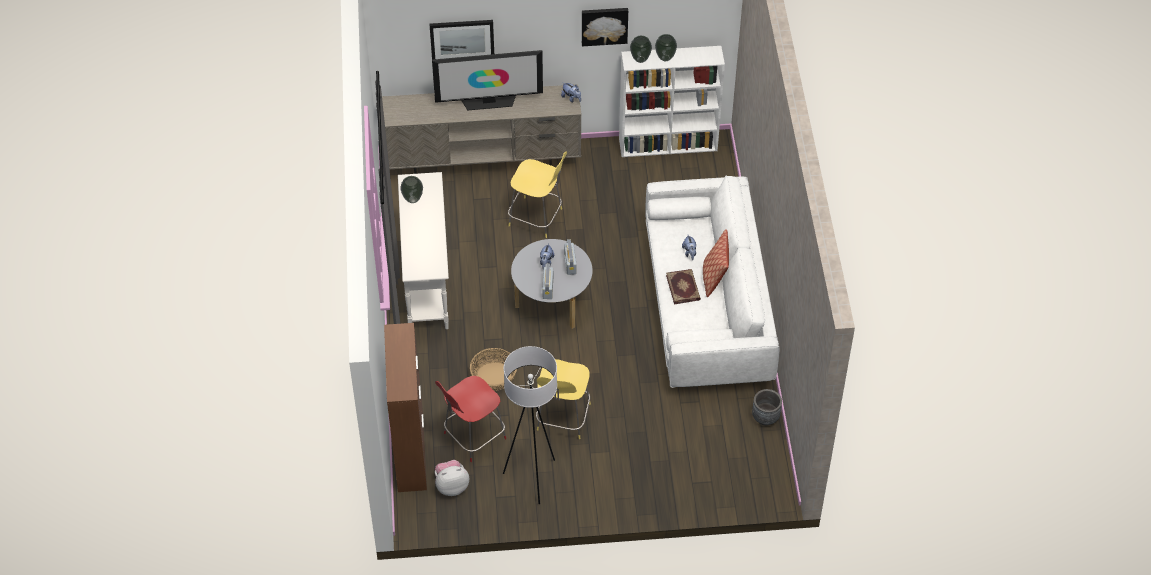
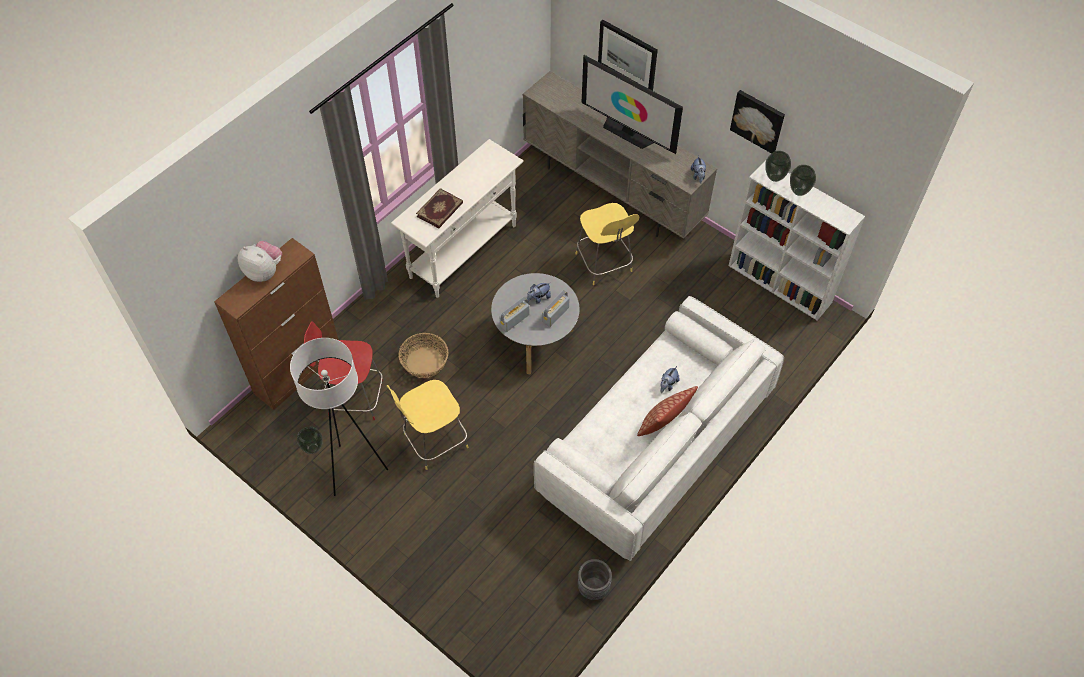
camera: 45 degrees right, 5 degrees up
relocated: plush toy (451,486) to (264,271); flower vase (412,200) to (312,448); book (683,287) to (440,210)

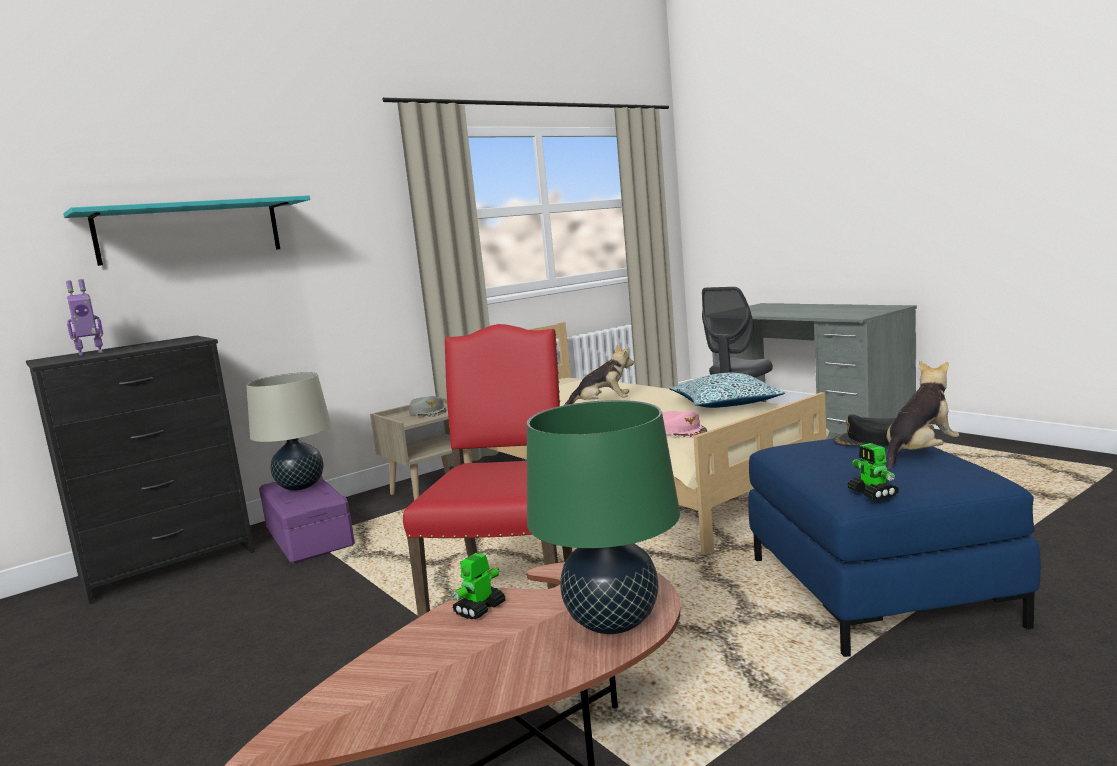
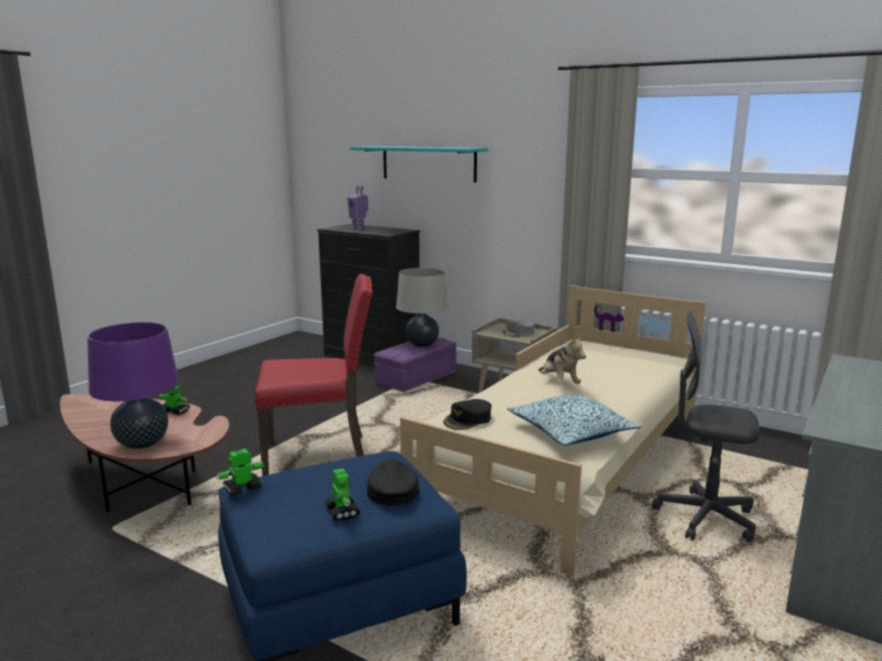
camera: 70 degrees right, 5 degrees up
exchanged: plush toy (919,454) to model robot (342,512)
colour: greenish tabletop lamp (612,622) to purple-coloured tabletop lamp (142,443); pink-coloured cap (681,430) to blackish cap (468,420)

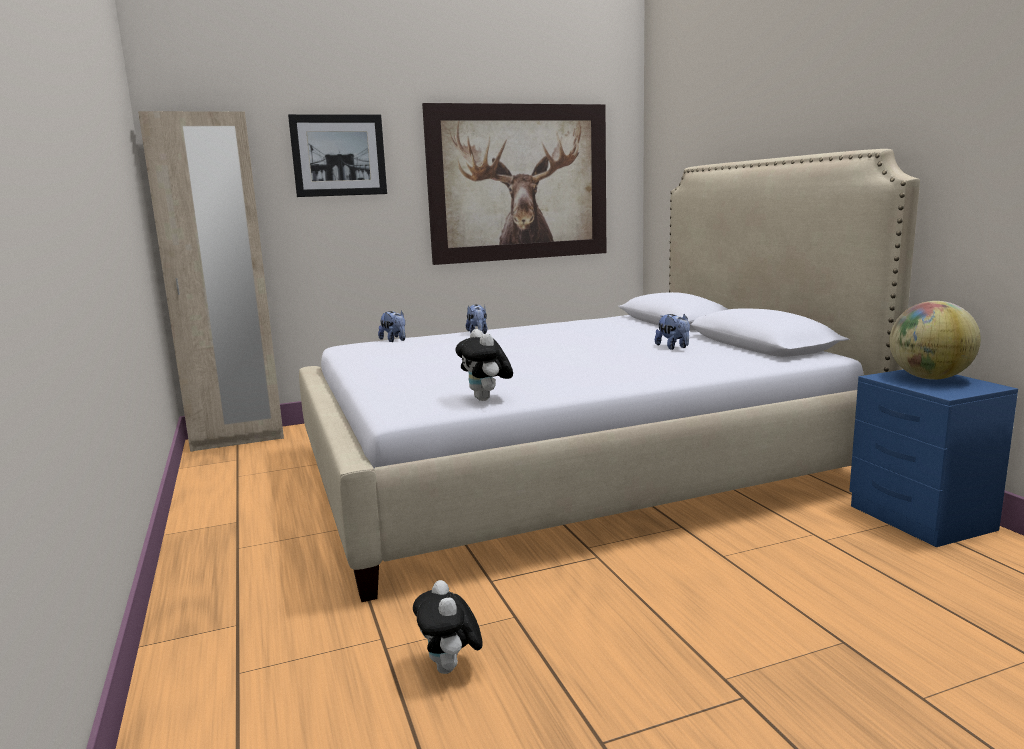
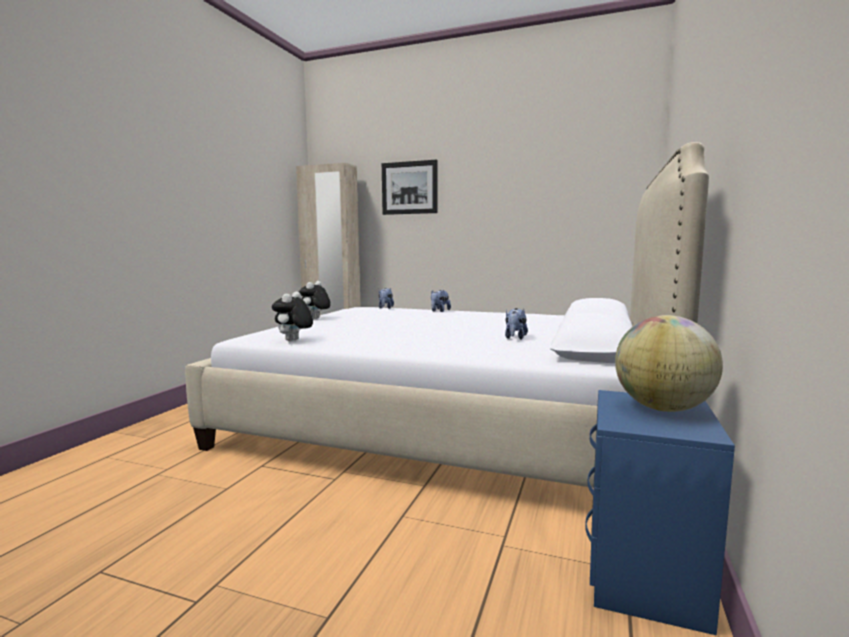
camera: 40 degrees right, 5 degrees down
missing: wall picture (519,183)
relocated: plush toy (450,669) to (315,319)

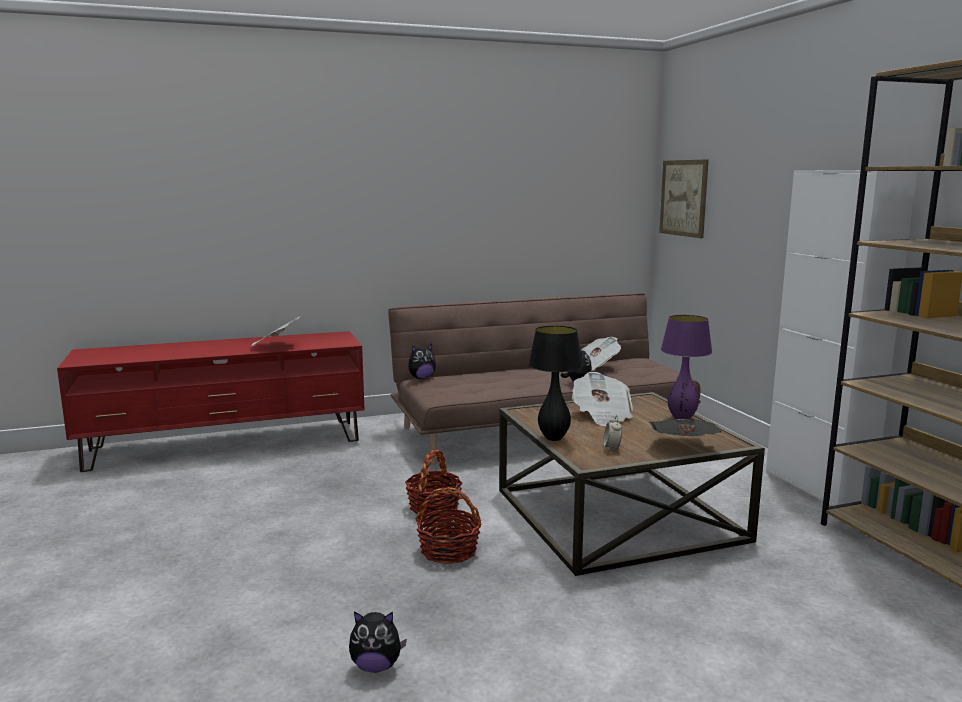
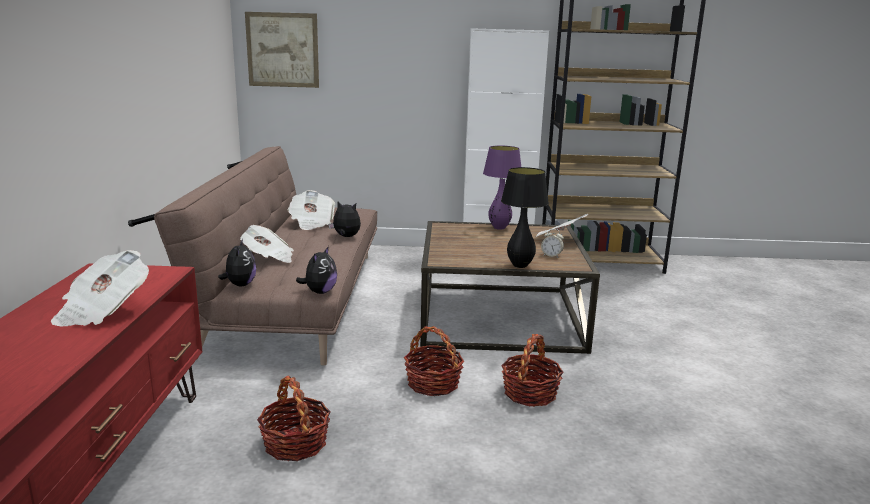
camera: 70 degrees left, 5 degrees up
appeared: storage basket (295,444)
relocated: daily paper (601,415) to (266,258); plush toy (376,666) to (319,292)

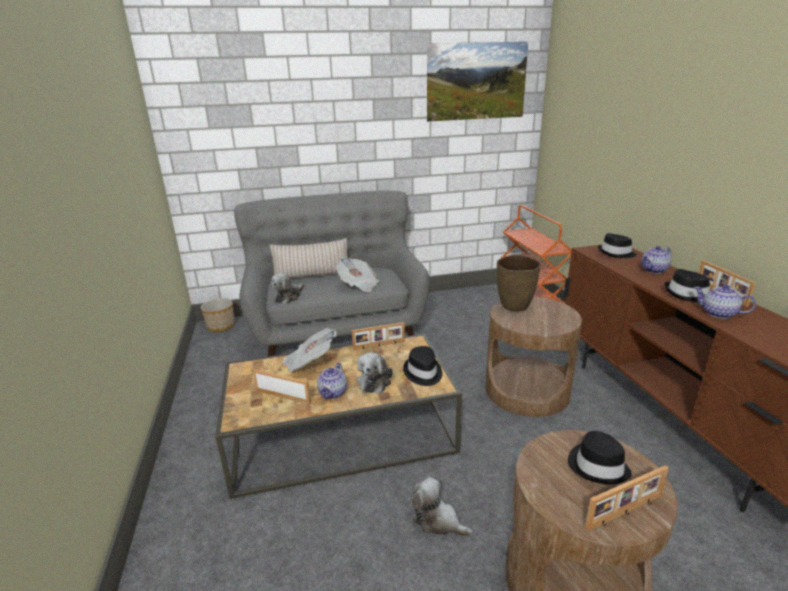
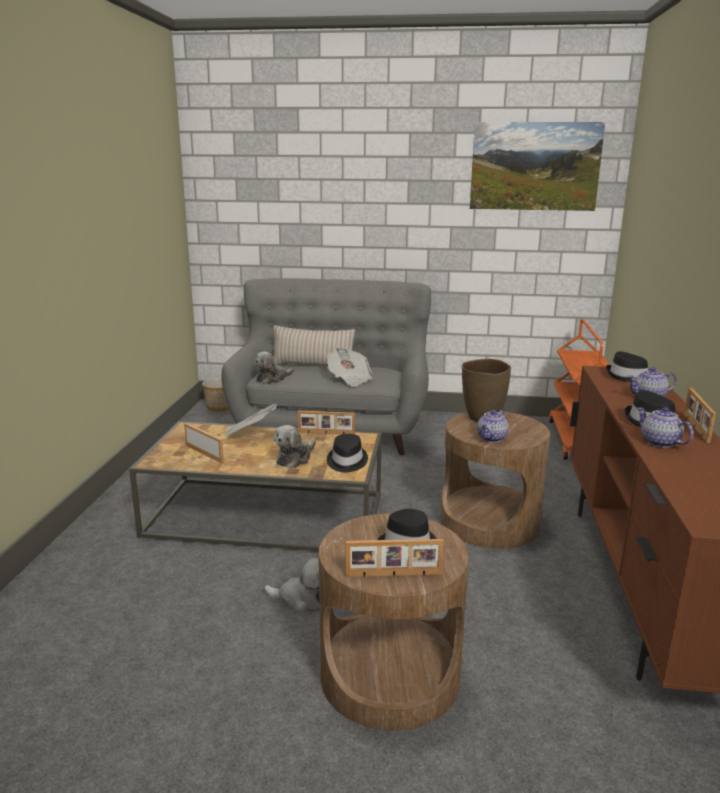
camera: 20 degrees right, 5 degrees down
relocated: pot for tea (333,393) to (492,438)
spun: plush toy (438,521) = (301,599) 135 degrees clockwise

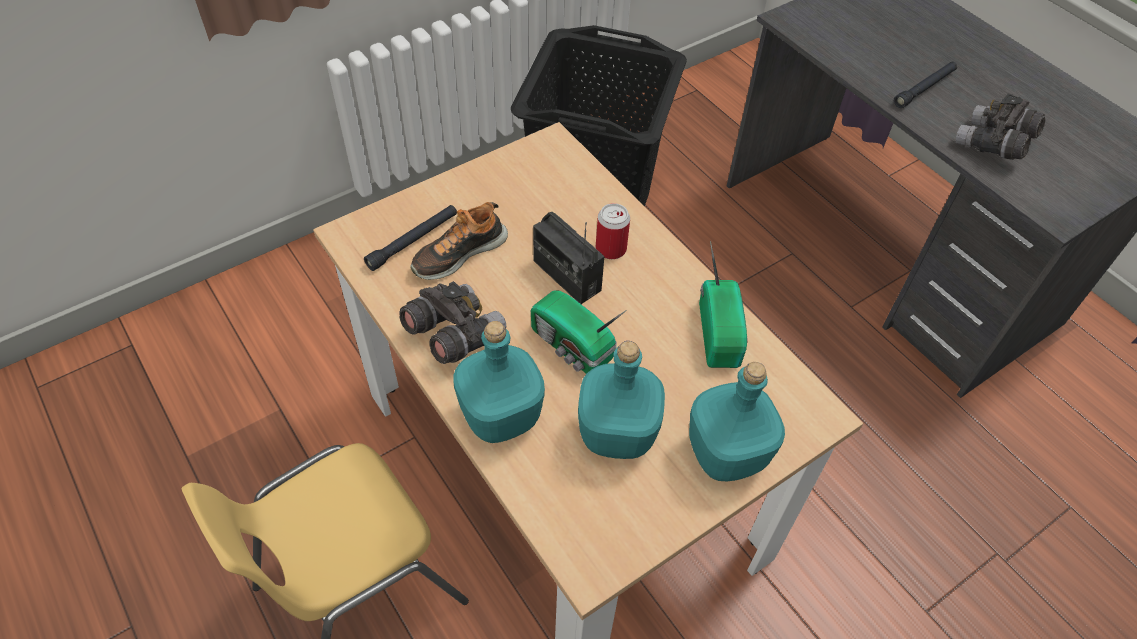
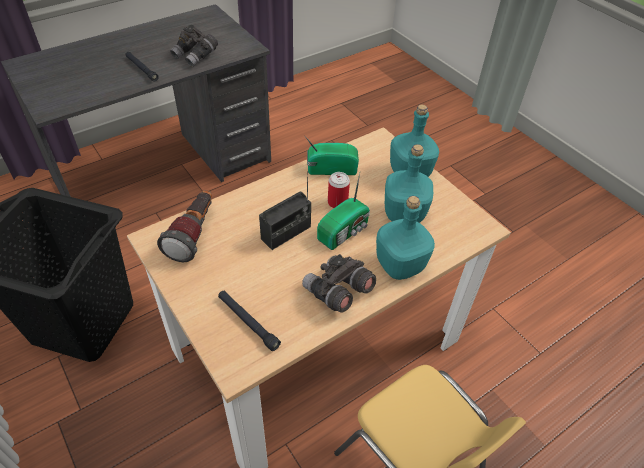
camera: 90 degrees left, 5 degrees down
missing: item of footwear (459,253)
appeared: hand torch (194,234)
relocated: metal can (611,249) to (337,202)

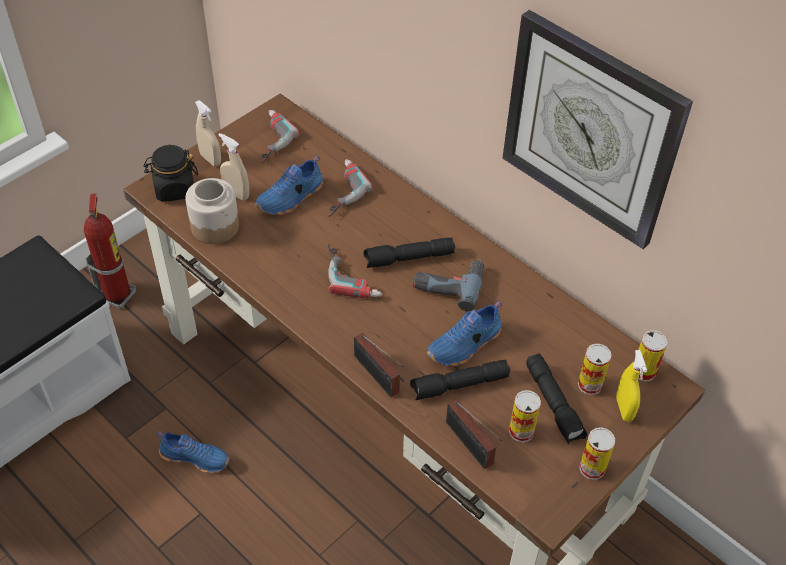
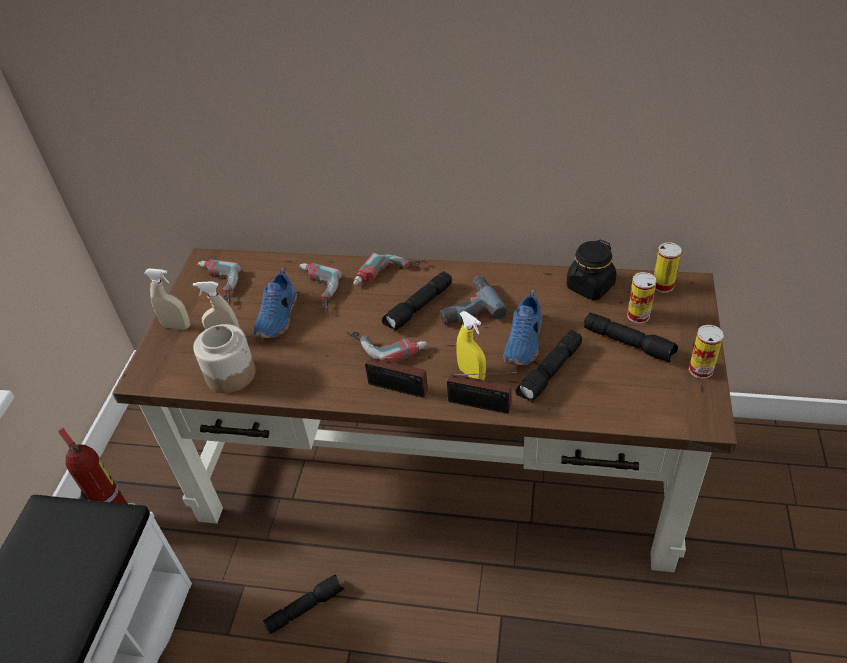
camera: 30 degrees left, 5 degrees down
missing: hanging clock (591,130); metal can (521,431)
appeared: drill (389,276)
relocated: radio set (470,446) to (401,389); yellow spray bottle (624,409) to (471,374); blackish preserve jar (174,189) to (590,286)
exchanged: blue item of footwear (195,457) to blackish hand torch (305,607)

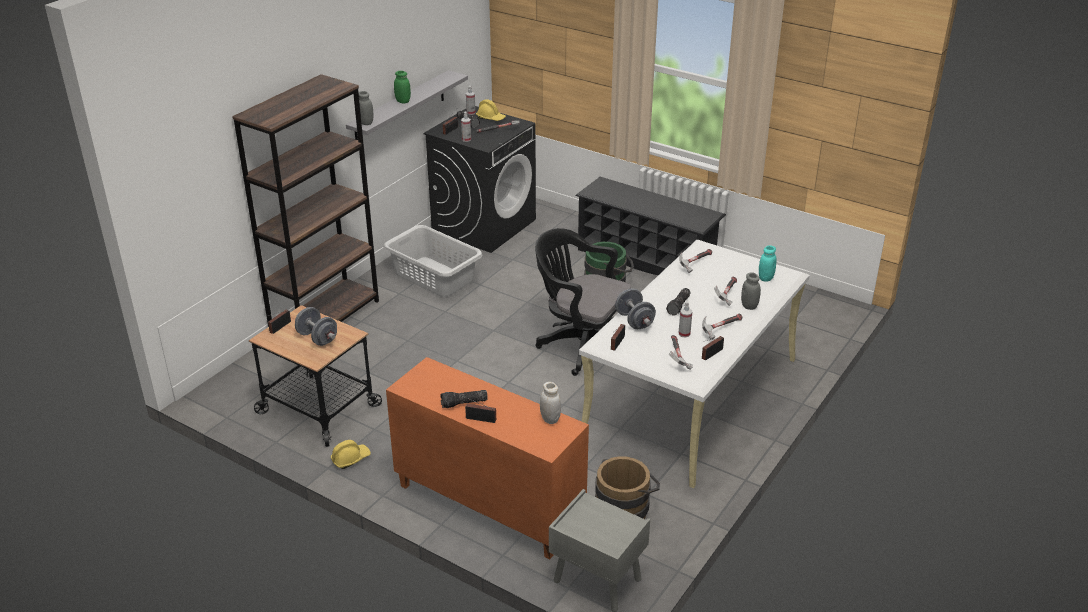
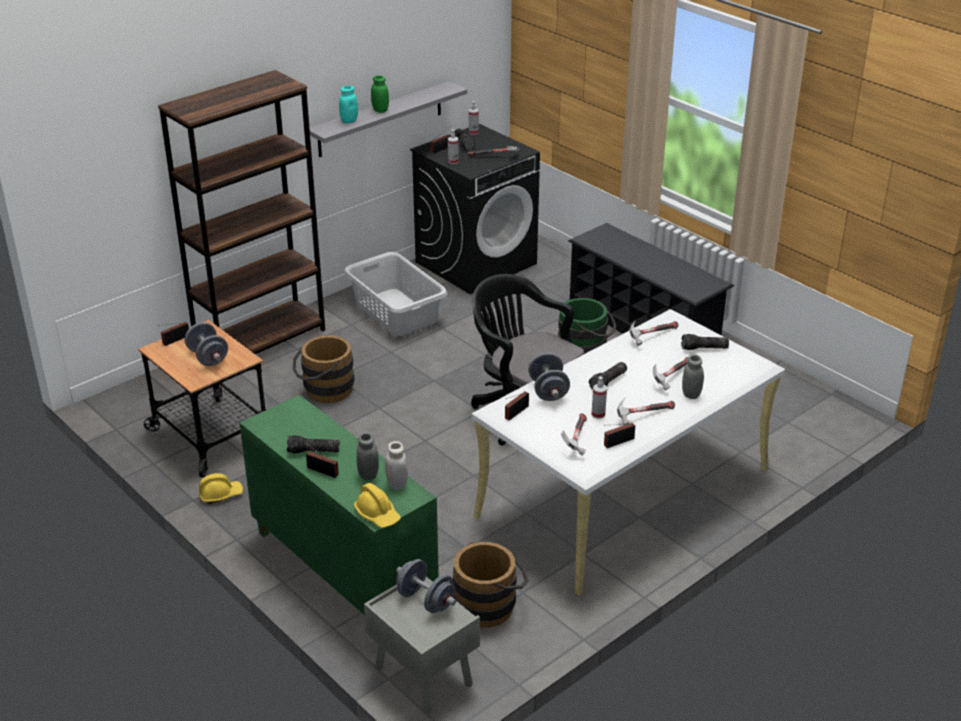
camera: 15 degrees right, 0 degrees up
appeared: brownish pail (324,390); gray dumbbell (426,600); hand torch (704,348)
relocated: turquoise preserve jar (765,278) to (349,121); yellow work helmet (491,118) to (378,514); gray preserve jar (366,123) to (368,475)
colour: orange cabinet (487,505) to greenish cabinet (341,571)

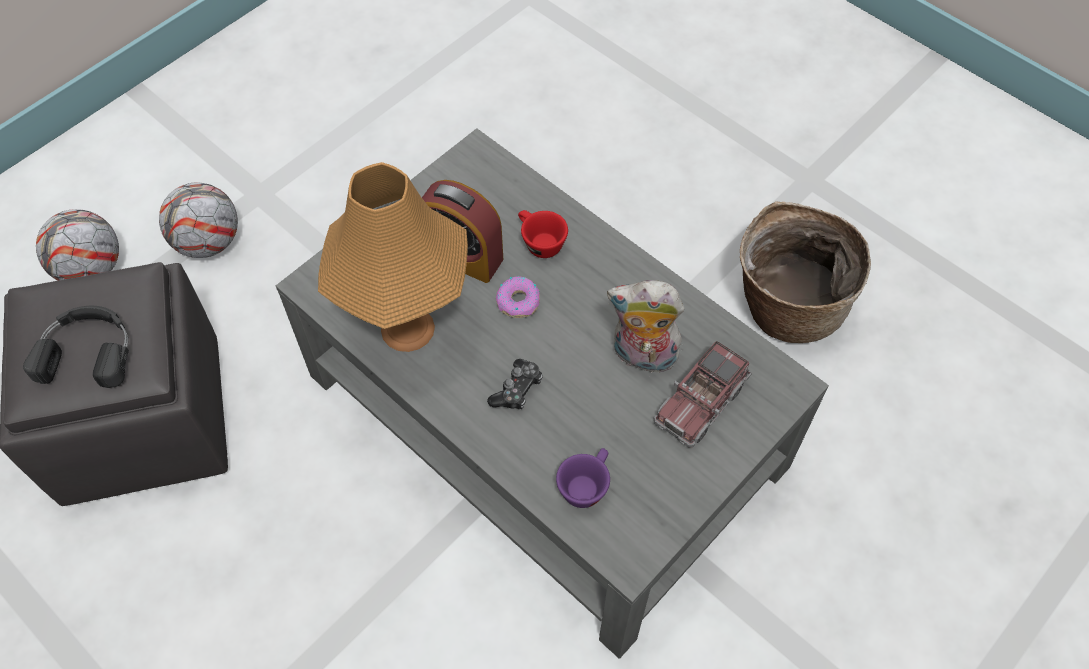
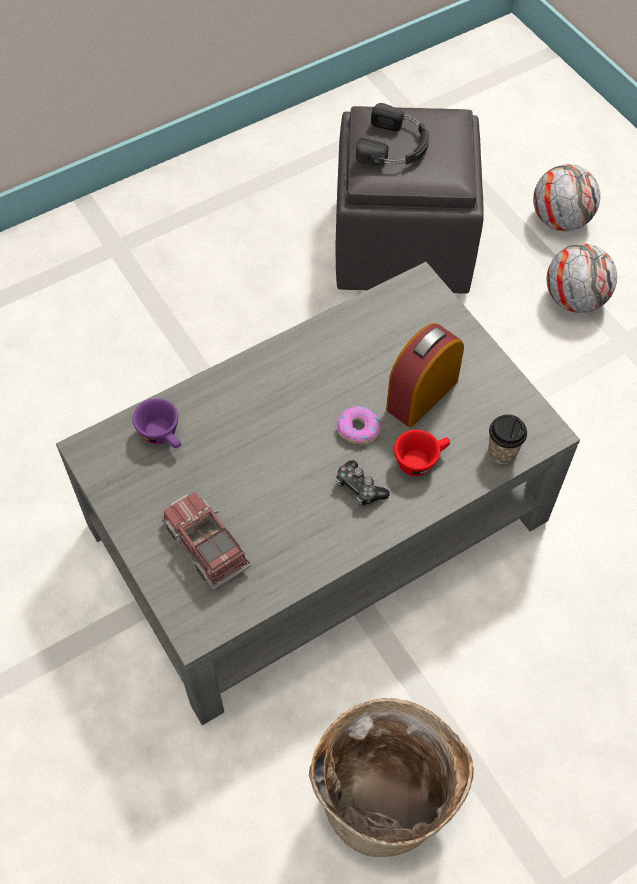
camera: 105 degrees right, 0 degrees up
missing: orange tabletop lamp (407,328); plush toy (642,357)
appeared: small cup (502,452)
relocated: game controller (517,390) to (359,488)

